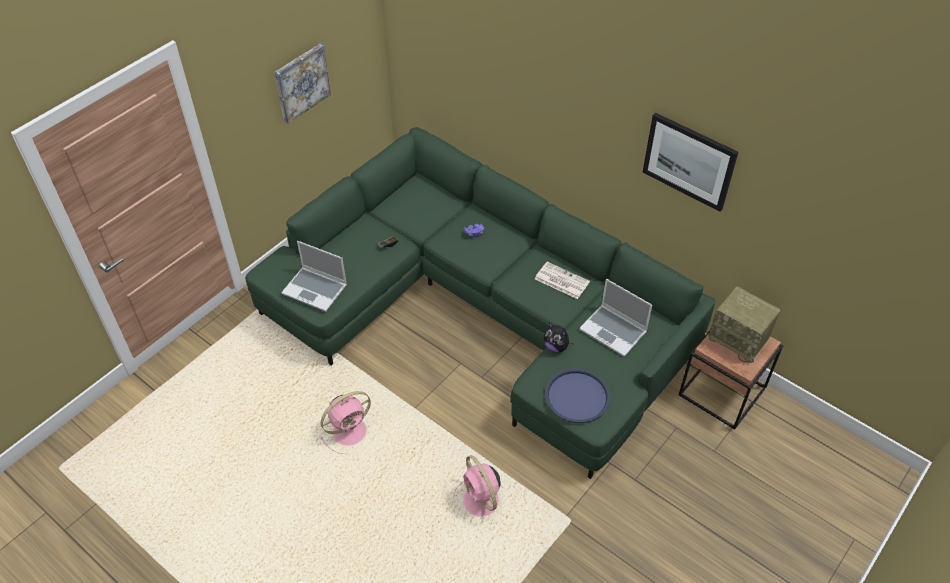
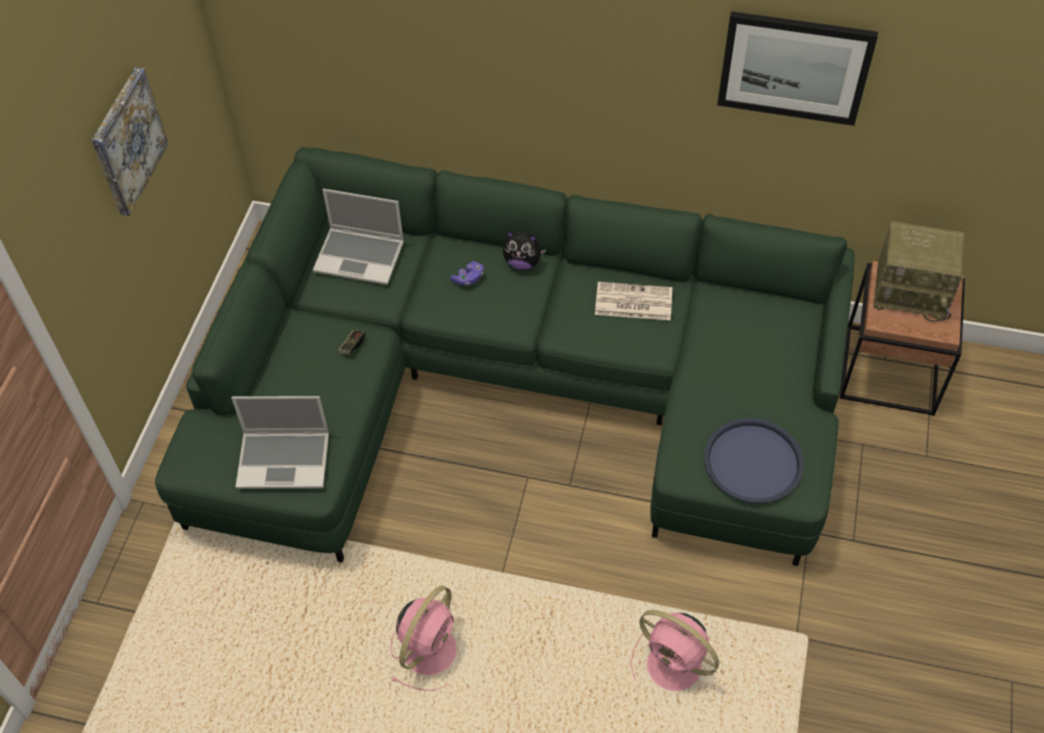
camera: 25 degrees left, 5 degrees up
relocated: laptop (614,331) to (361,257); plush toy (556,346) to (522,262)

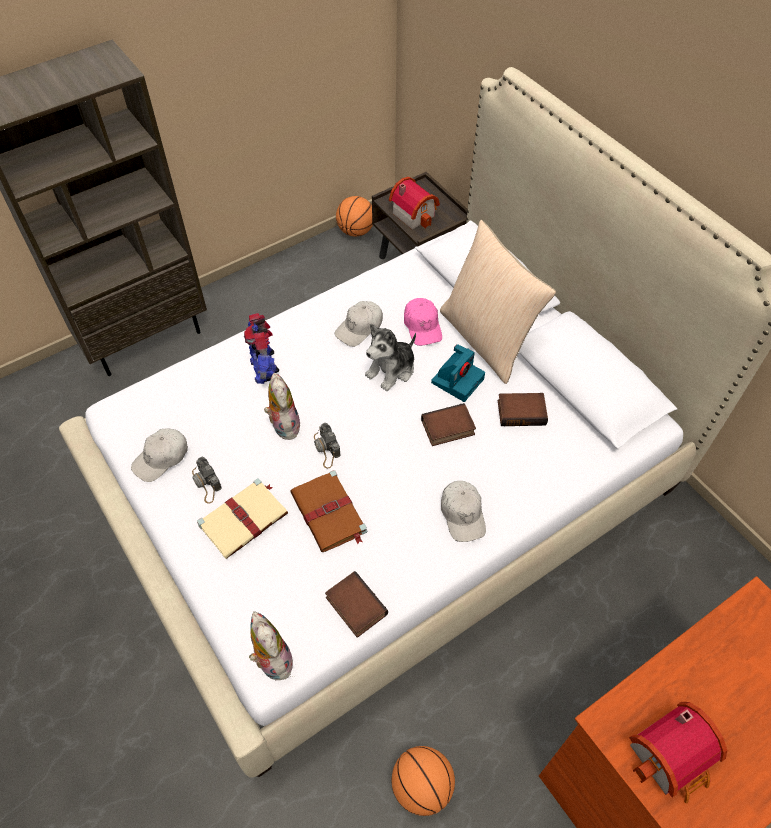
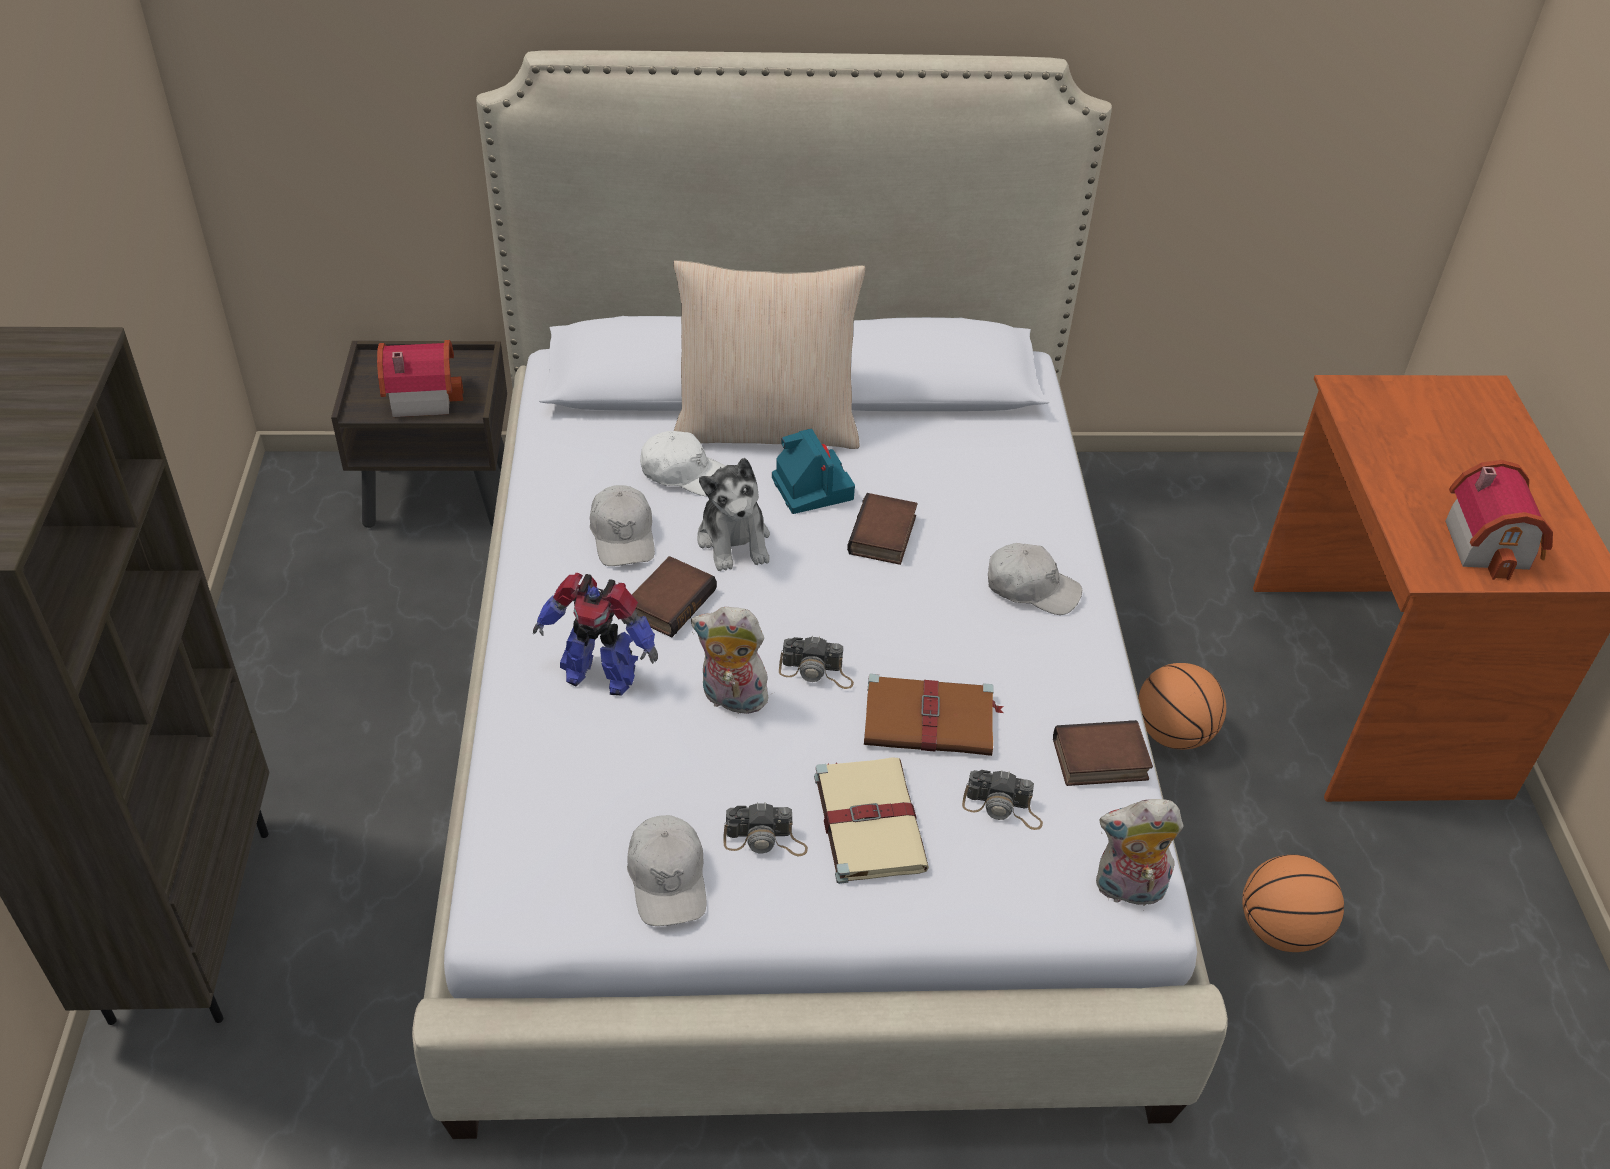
camera: 60 degrees left, 10 degrees down
appeared: photo camera (1003,808)
relocated: book (522,411) to (669,601); basketball ball (356,231) to (1172,733)
colour: pink-coloured cap (422,326) to white-coloured cap (684,473)

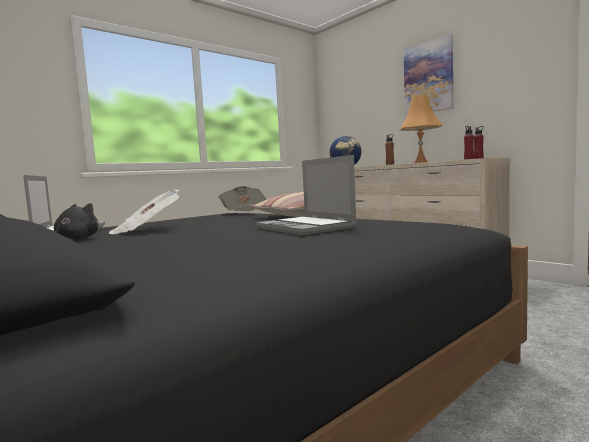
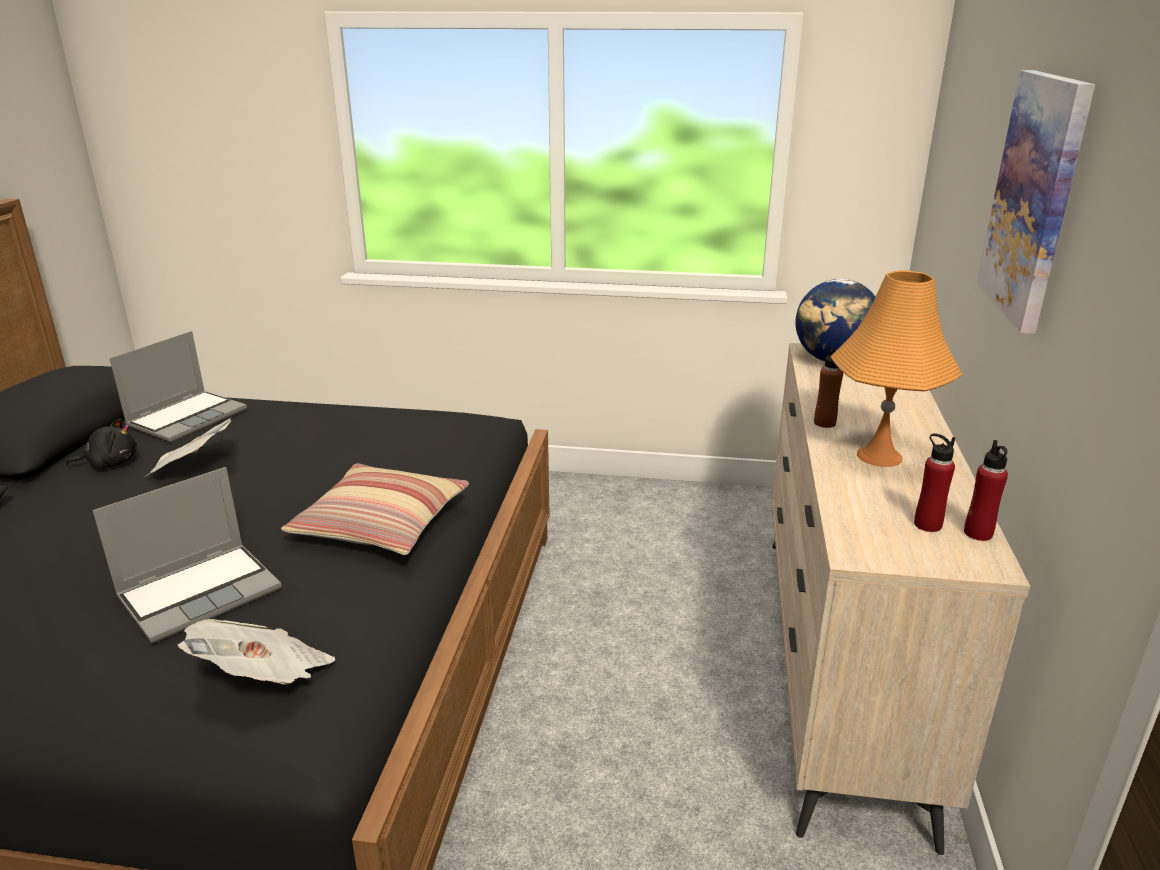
camera: 50 degrees right, 20 degrees up
relocated: daily paper (244,213) to (266,678)
spun: laptop (307,228) = (201,592) 150 degrees counterclockwise

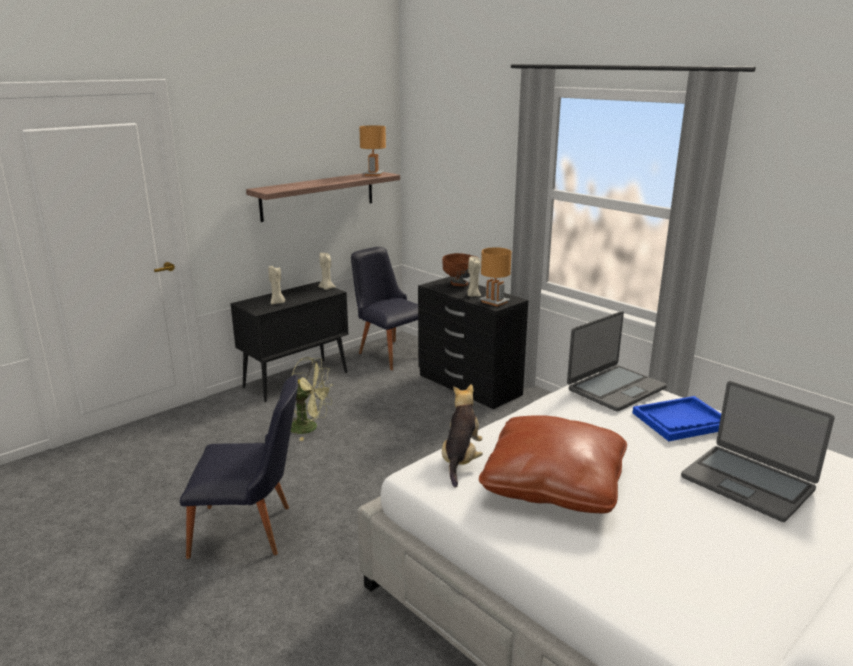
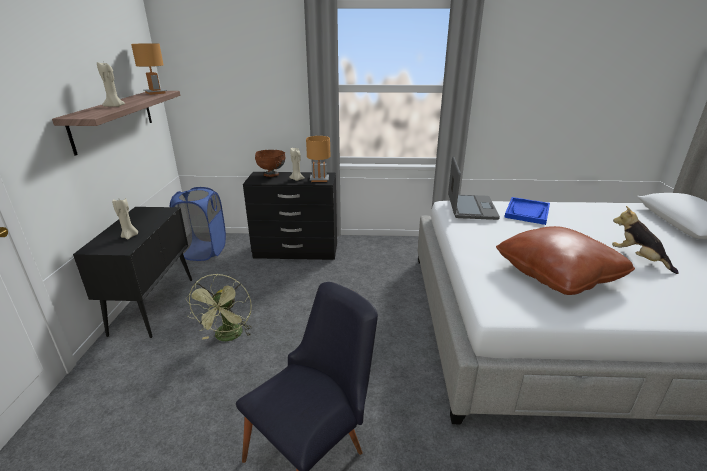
camera: 45 degrees left, 5 degrees up
missing: laptop (748,483)
relocated: beige wax candle (326,288) to (115,106); plush toy (461,460) to (638,259)
exchanged: blackish upright chair (389,352) to blue laundry basket (204,251)
spun: greenish electric fan (309,428) = (228,337) 120 degrees clockwise

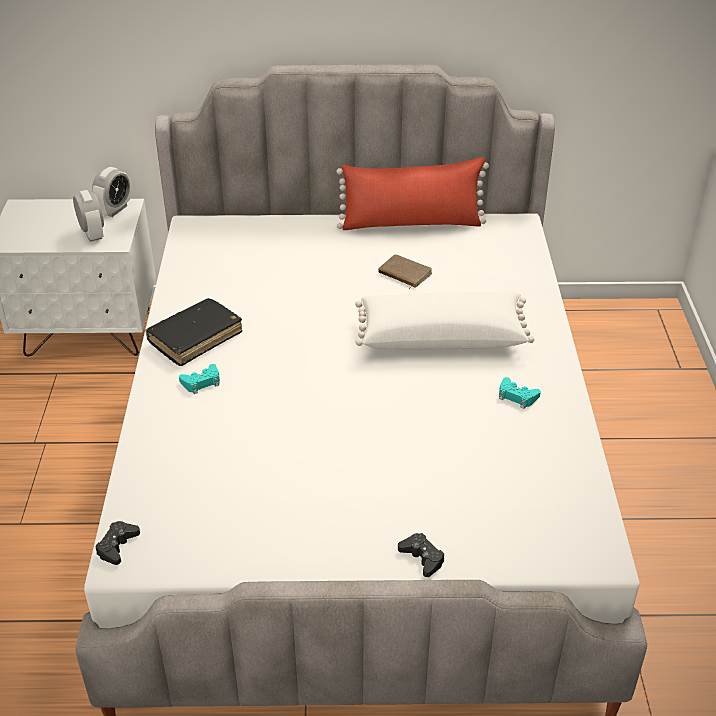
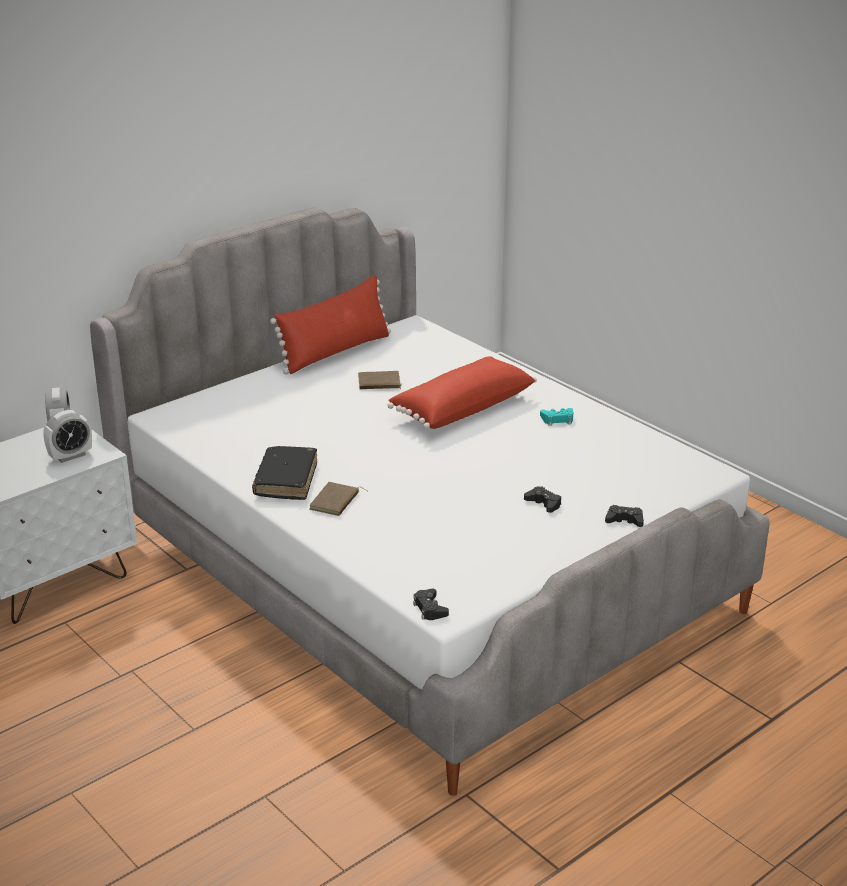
camera: 40 degrees left, 10 degrees down
appeared: blackish game controller (543,503)
exchanged: turquoise game controller (201,382) to brownish book (336,502)
colour: white-coloured pillow (441,336) to reddish pillow (461,408)
spun: bedside clock (92,234) = (70,456) 120 degrees clockwise

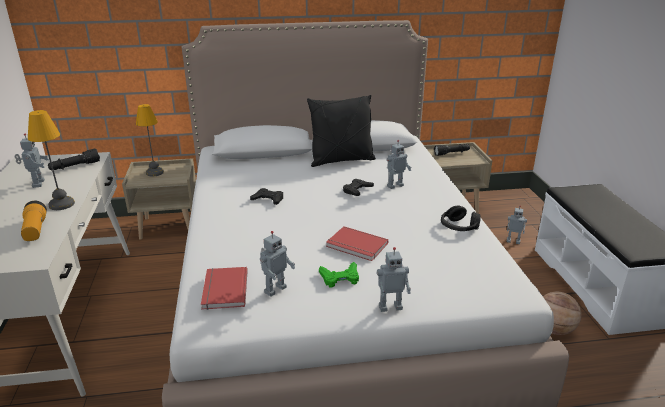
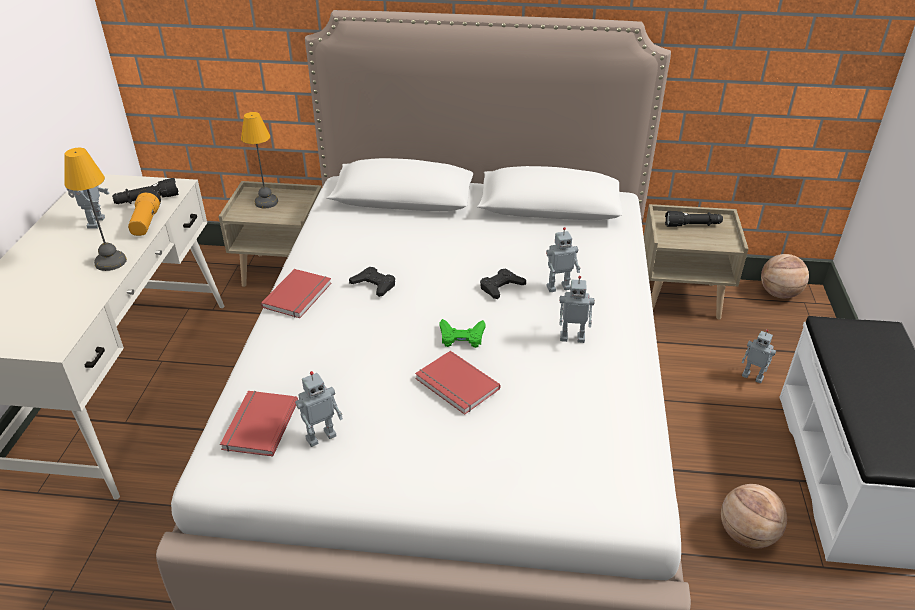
camera: 15 degrees right, 10 degrees up
missing: blackish pillow (341,160); blackish headset (459,227)
appeared: reddish book (299,295); basketball ball (779,294)
relocated: hand torch (35,230) to (146,222); greenish game controller (340,278) to (461,337); model robot (390,306) to (572,337)

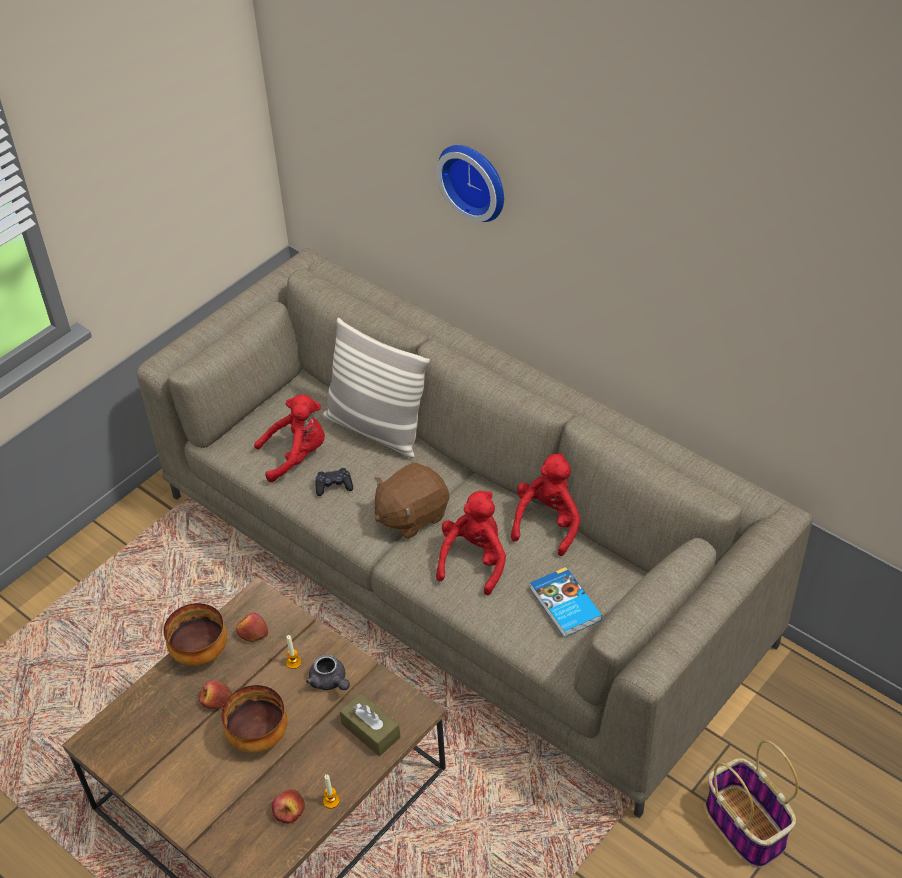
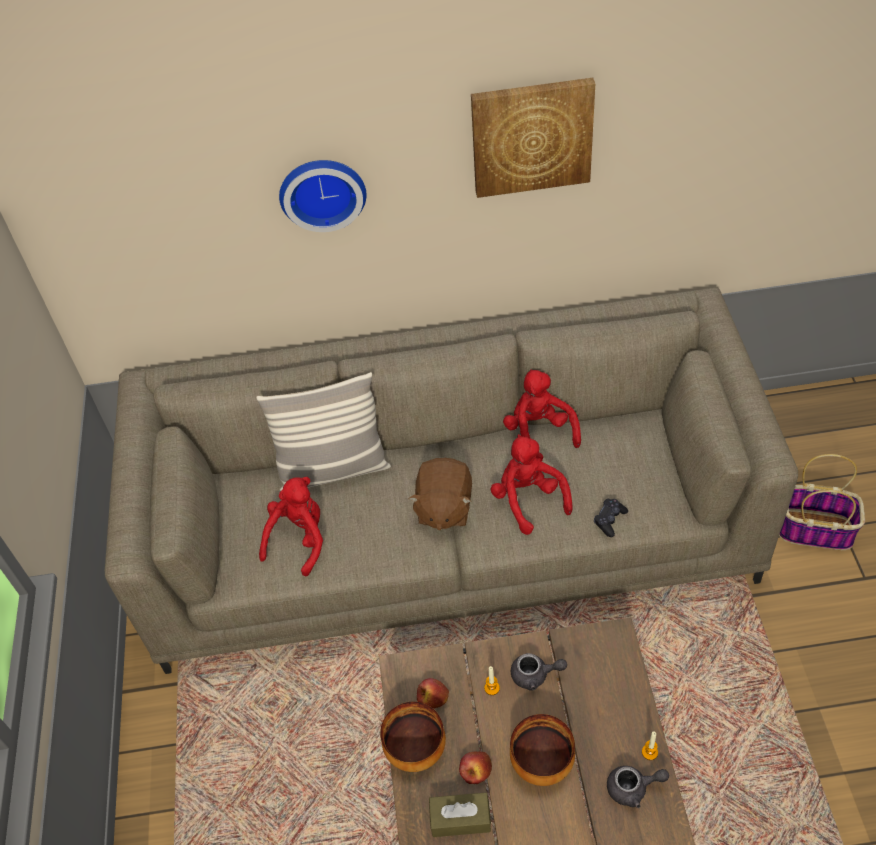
camera: 45 degrees left, 5 degrees up
missing: book (564,605)
appeared: wall picture (531,136)
relocated: brownish box of tissues (370,731) to (460,819); blackish game controller (334,486) to (609,520)
exchanged: whole apple (289,810) to gray pot for tea (633,788)

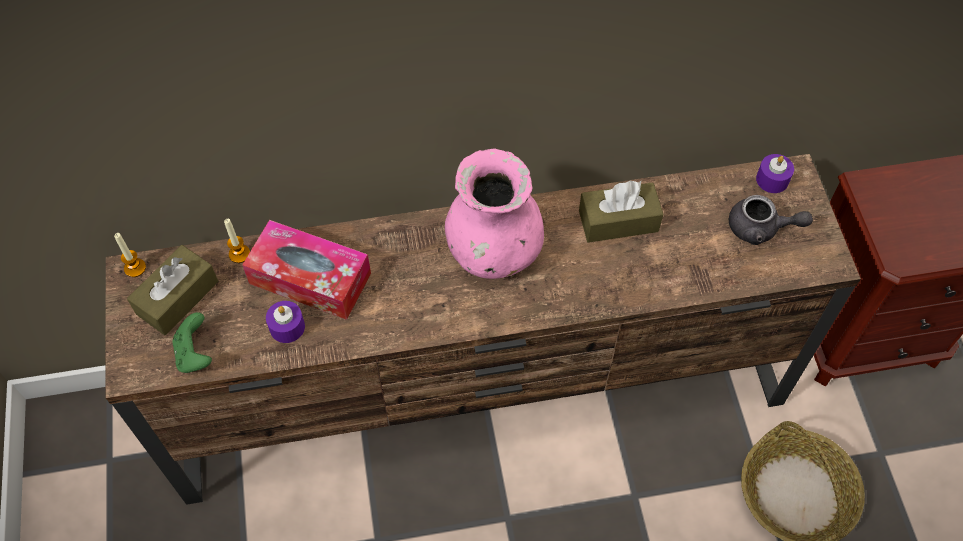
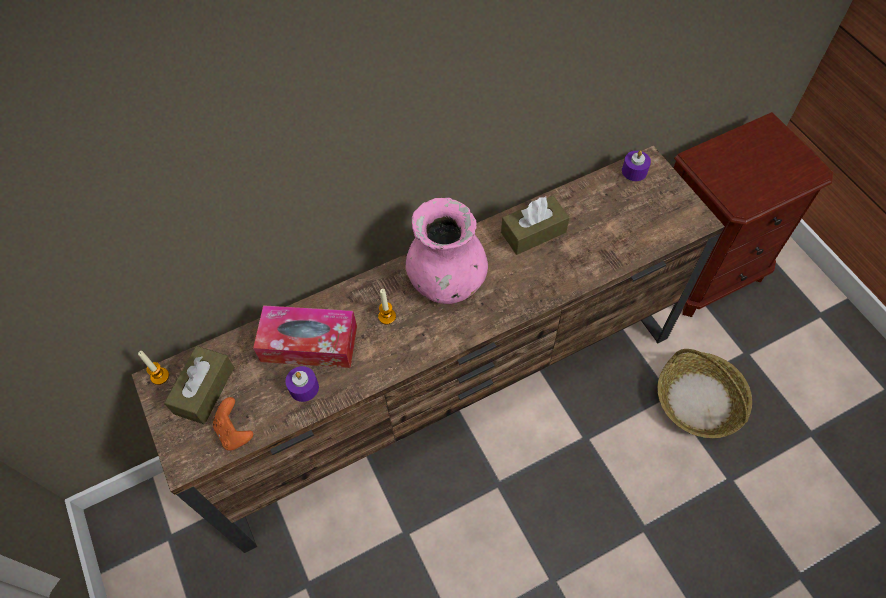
camera: 15 degrees left, 0 degrees up
missing: gray pot for tea (760,229)
relocated: wax candle (239,254) to (387,316)
colour: greenish game controller (195,354) to orange game controller (235,432)

